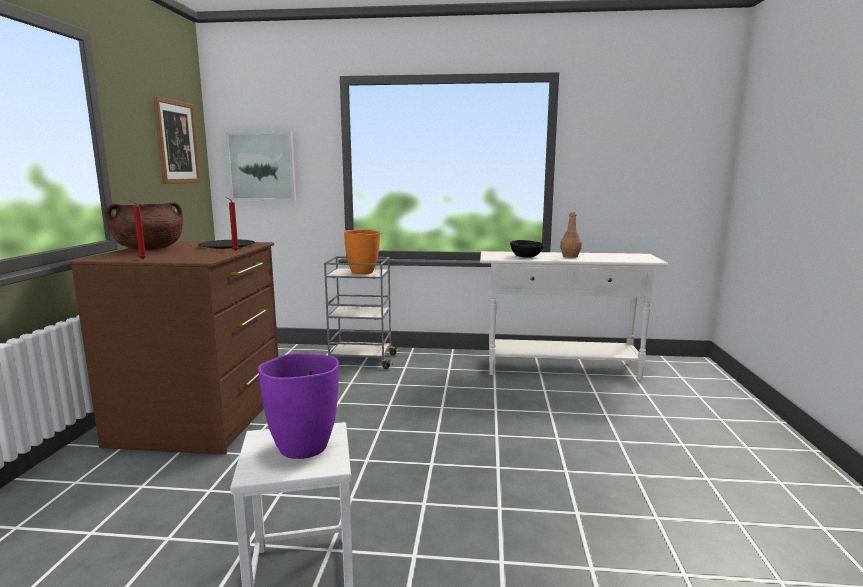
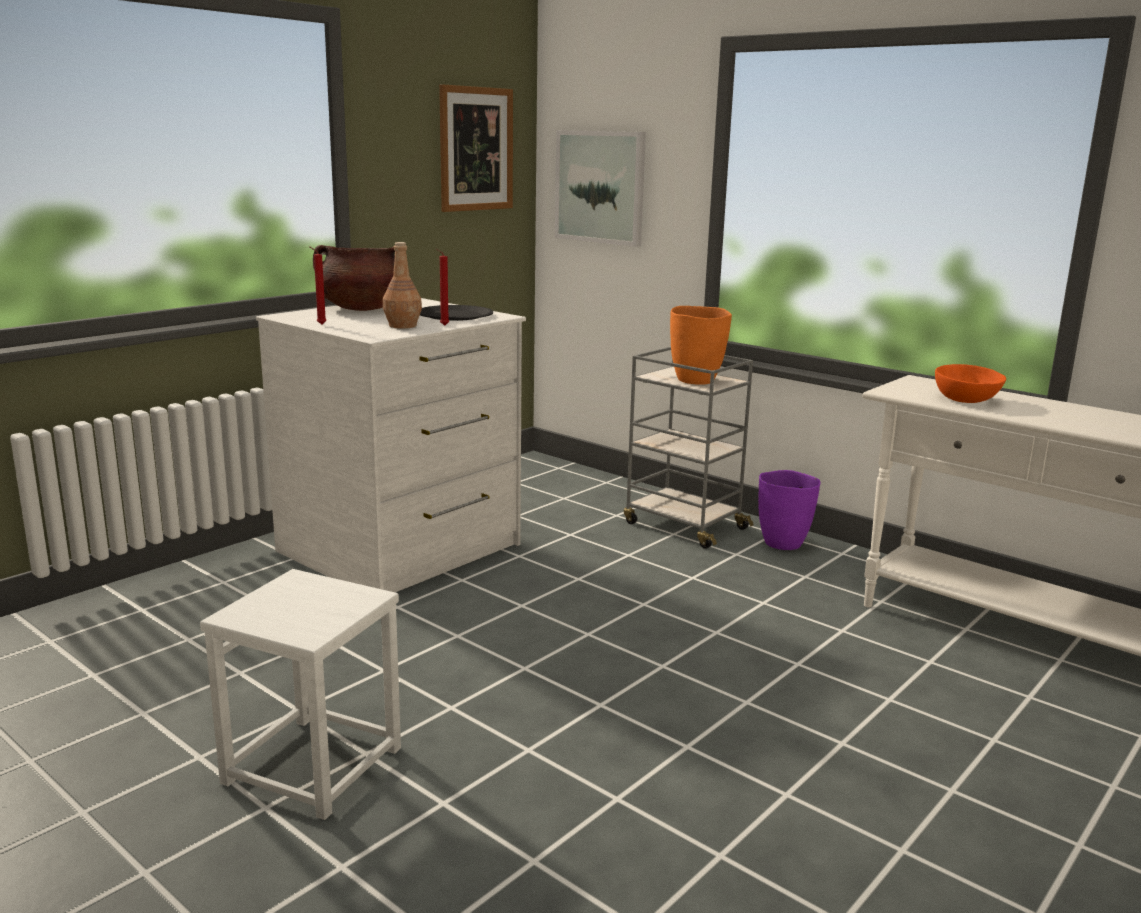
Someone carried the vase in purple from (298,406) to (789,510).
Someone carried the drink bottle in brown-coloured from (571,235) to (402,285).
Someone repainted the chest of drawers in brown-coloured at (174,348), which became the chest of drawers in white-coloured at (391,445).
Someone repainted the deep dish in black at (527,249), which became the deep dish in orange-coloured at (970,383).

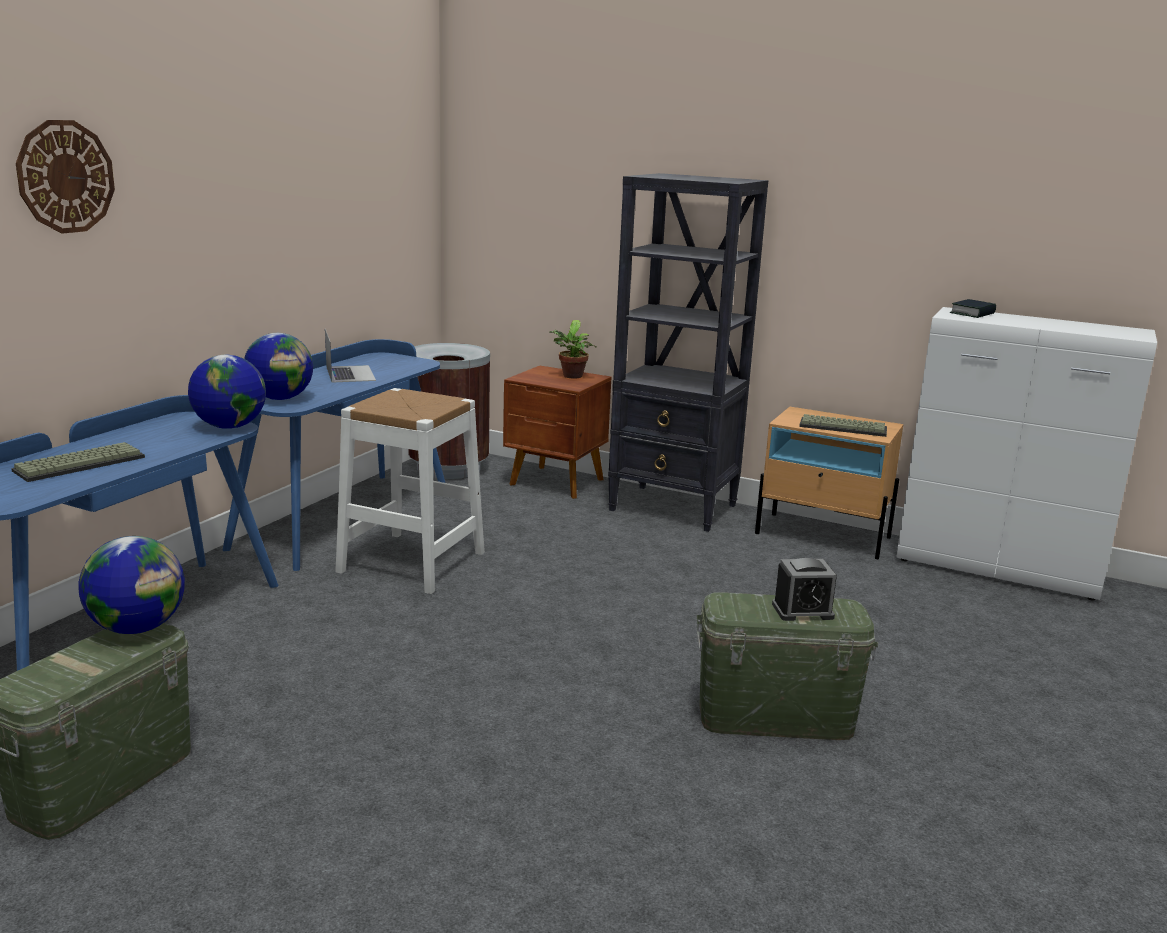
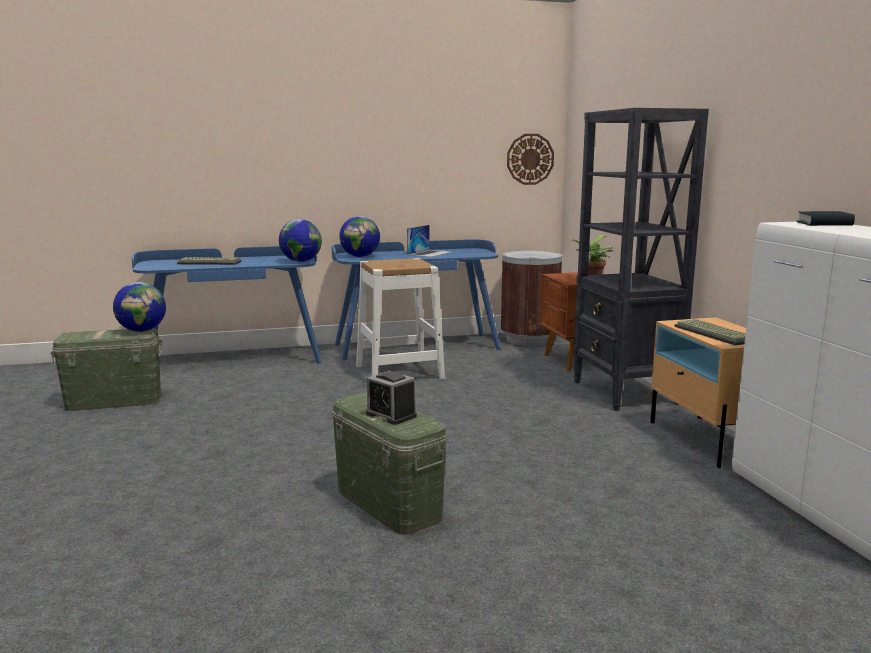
Someone carried the wall clock from (65,177) to (530,159).

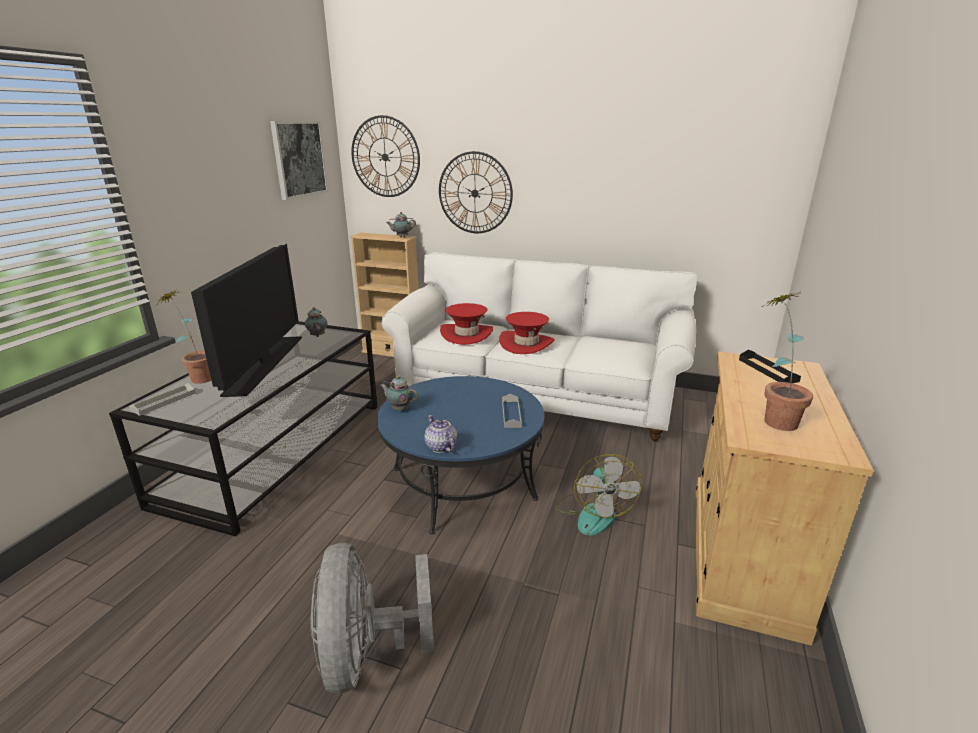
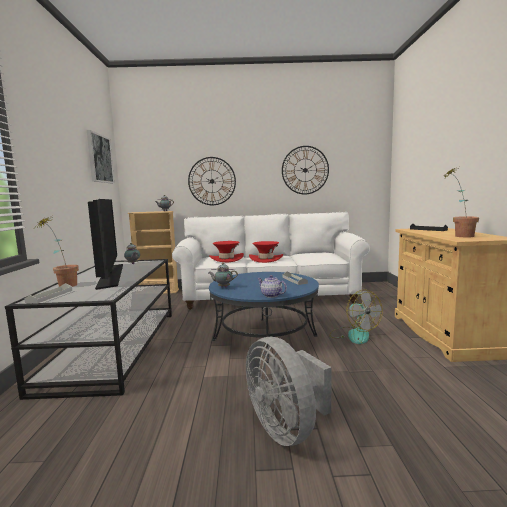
Someone carried the wall clock from (385,156) to (305,170).

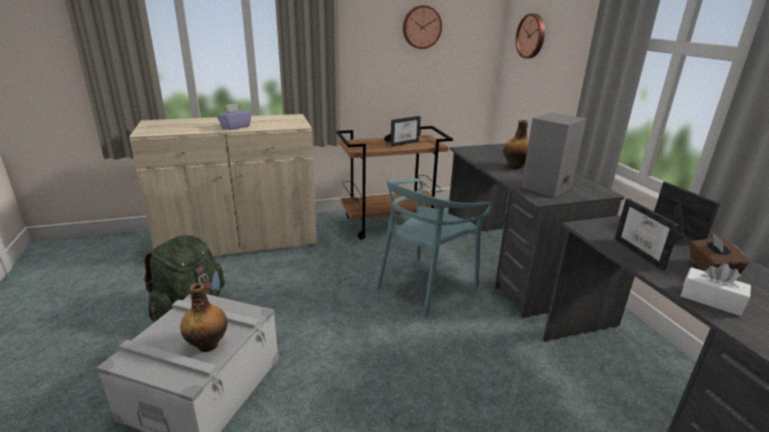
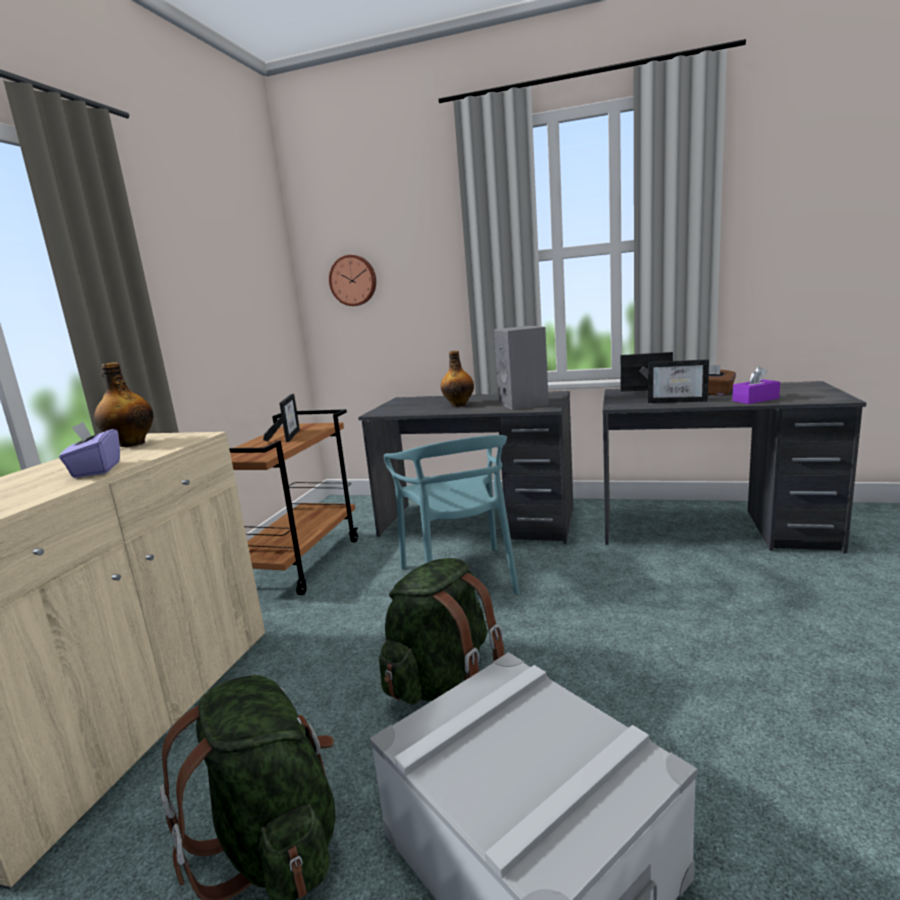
Someone took away the wall clock at (422,27).
Someone put down the backpack in green at (441,631).
Someone carried the drink bottle from (203,317) to (123,404).
Someone repainted the tissue box in white-coloured at (716,289), which became the tissue box in purple at (756,385).

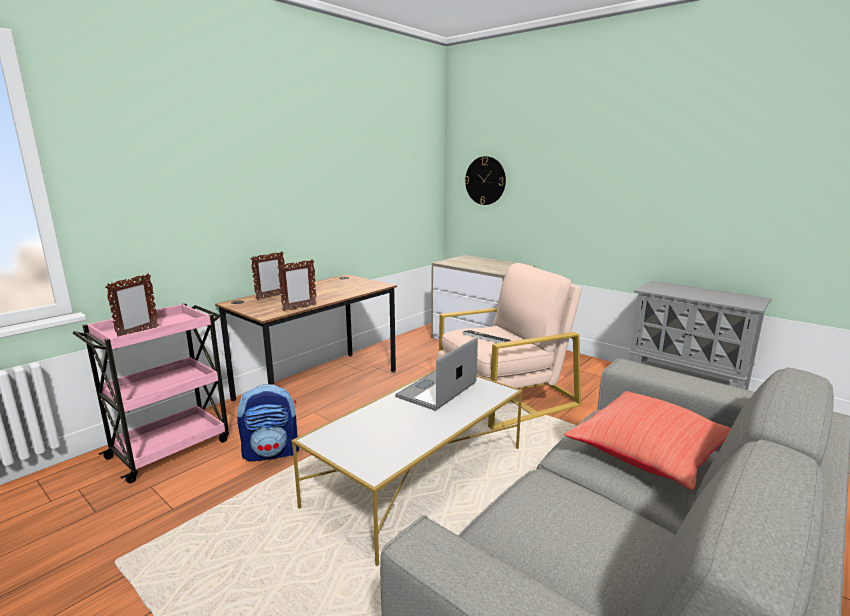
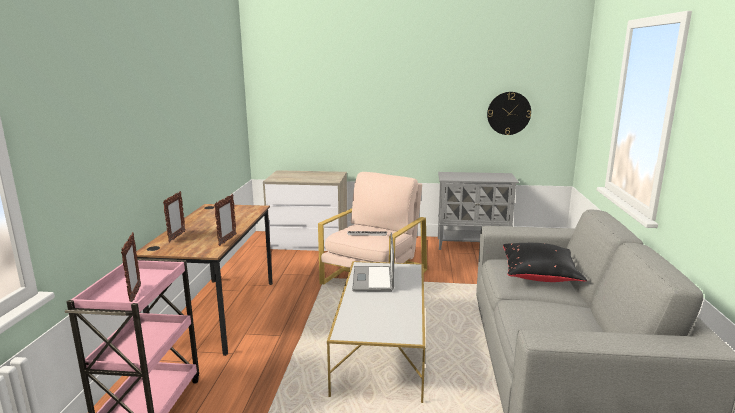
Someone took away the backpack at (268,423).
Someone carried the wall clock from (485,180) to (509,113).
Someone repainted the throw pillow in red at (647,440), which became the throw pillow in black at (545,262).

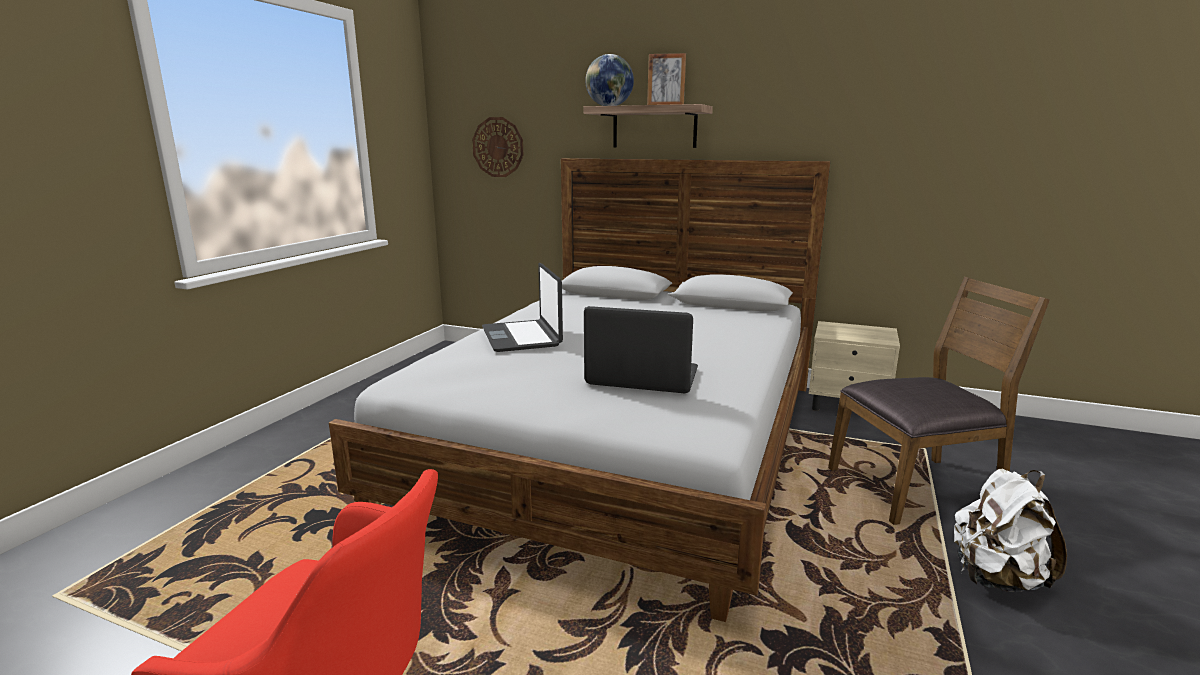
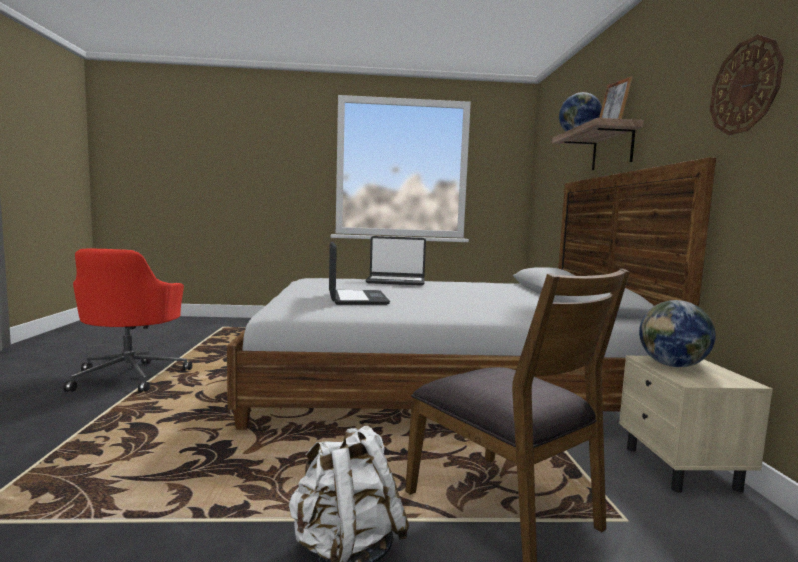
Someone put down the desk globe at (677,333).
Someone carried the wall clock from (498,147) to (747,85).
Someone rotated the notebook computer at (522,307) by 135 degrees counterclockwise.

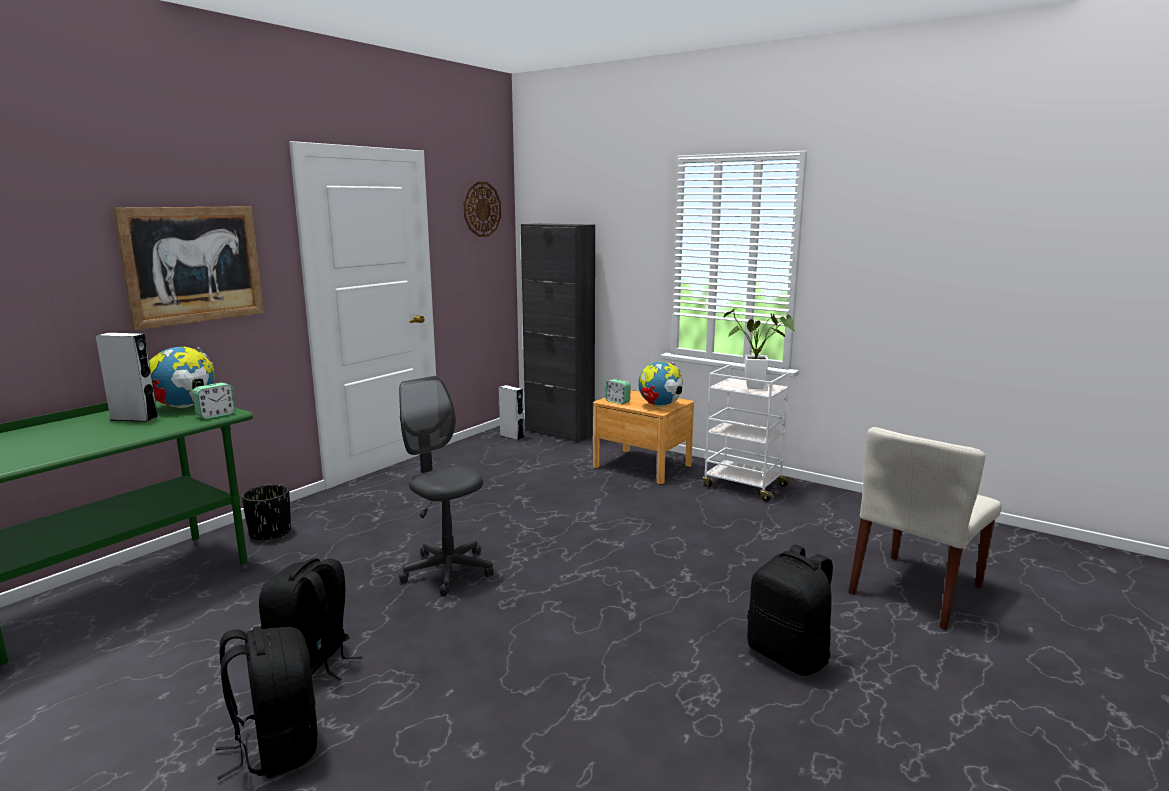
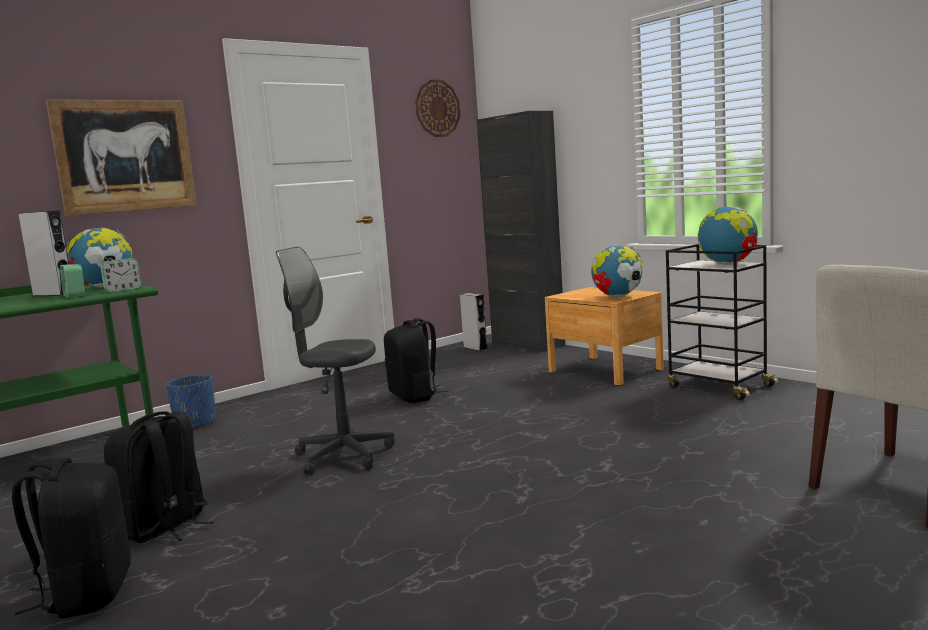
Someone carried the bedside clock from (618,391) to (72,281).
Someone carried the backpack in black from (790,610) to (416,360).
Someone swapped the potted plant at (759,348) for the desk globe at (727,236).
Someone repainted the plant pot in black at (266,512), which became the plant pot in bluish at (191,400).
Someone repainted the wheeled cart in white-coloured at (747,433), which became the wheeled cart in black at (722,322).
Someone rotated the office chair in greyish at (446,486) by 45 degrees counterclockwise.

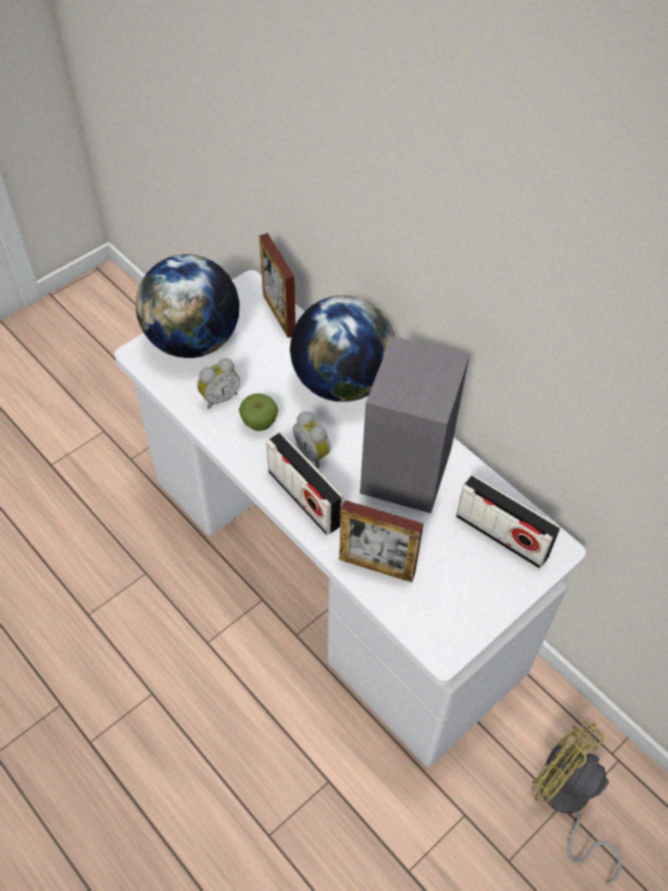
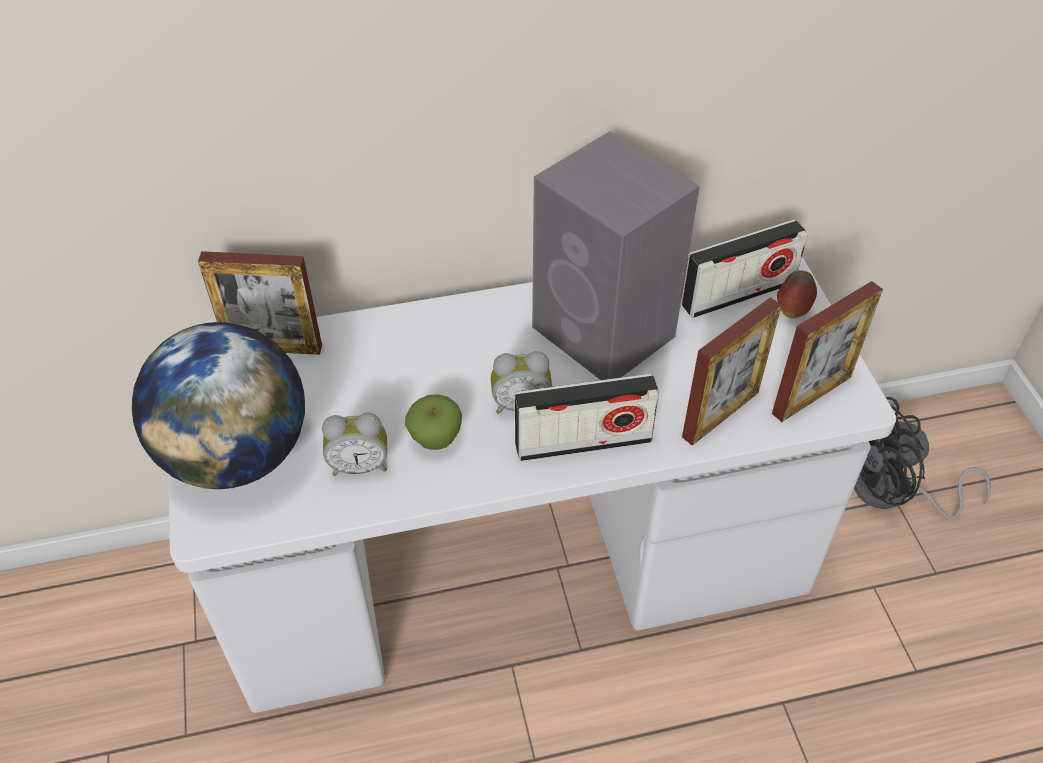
Someone took away the desk globe at (342,348).
Someone put down the picture frame at (827,351).
Someone put down the apple fruit at (797,294).
Someone repainted the cooling fan in yellow-coloured at (577,801), which became the cooling fan in black at (922,458).
Someone rotated the bedside clock at (218,383) by 90 degrees clockwise.

